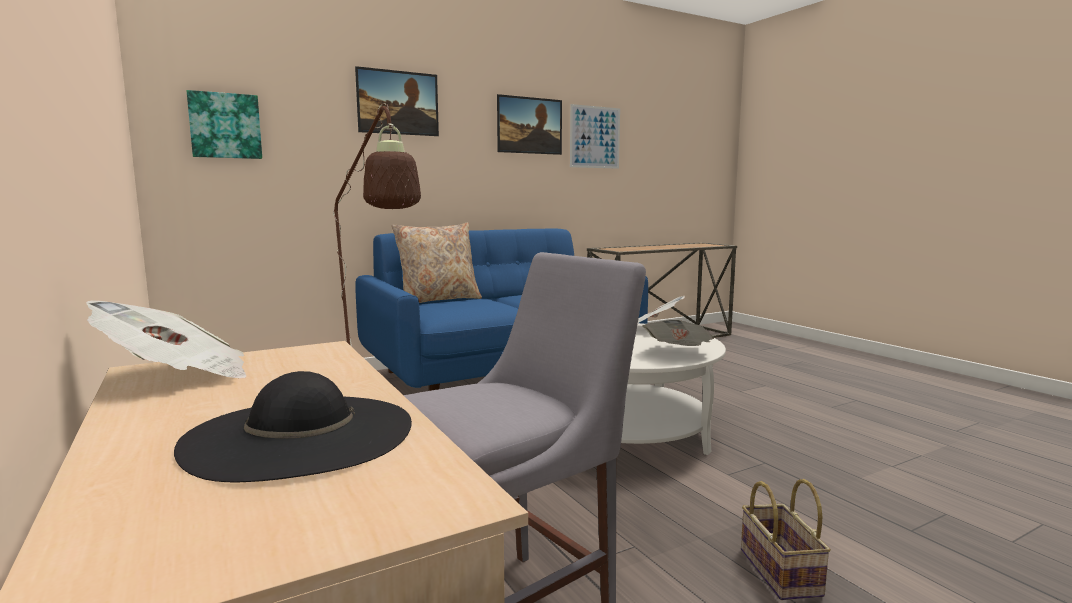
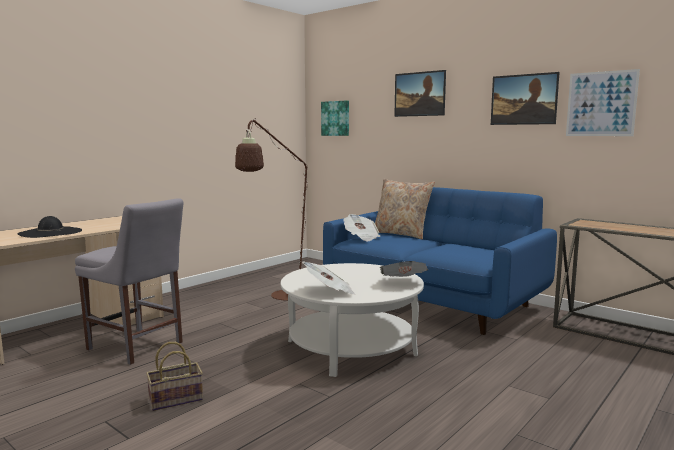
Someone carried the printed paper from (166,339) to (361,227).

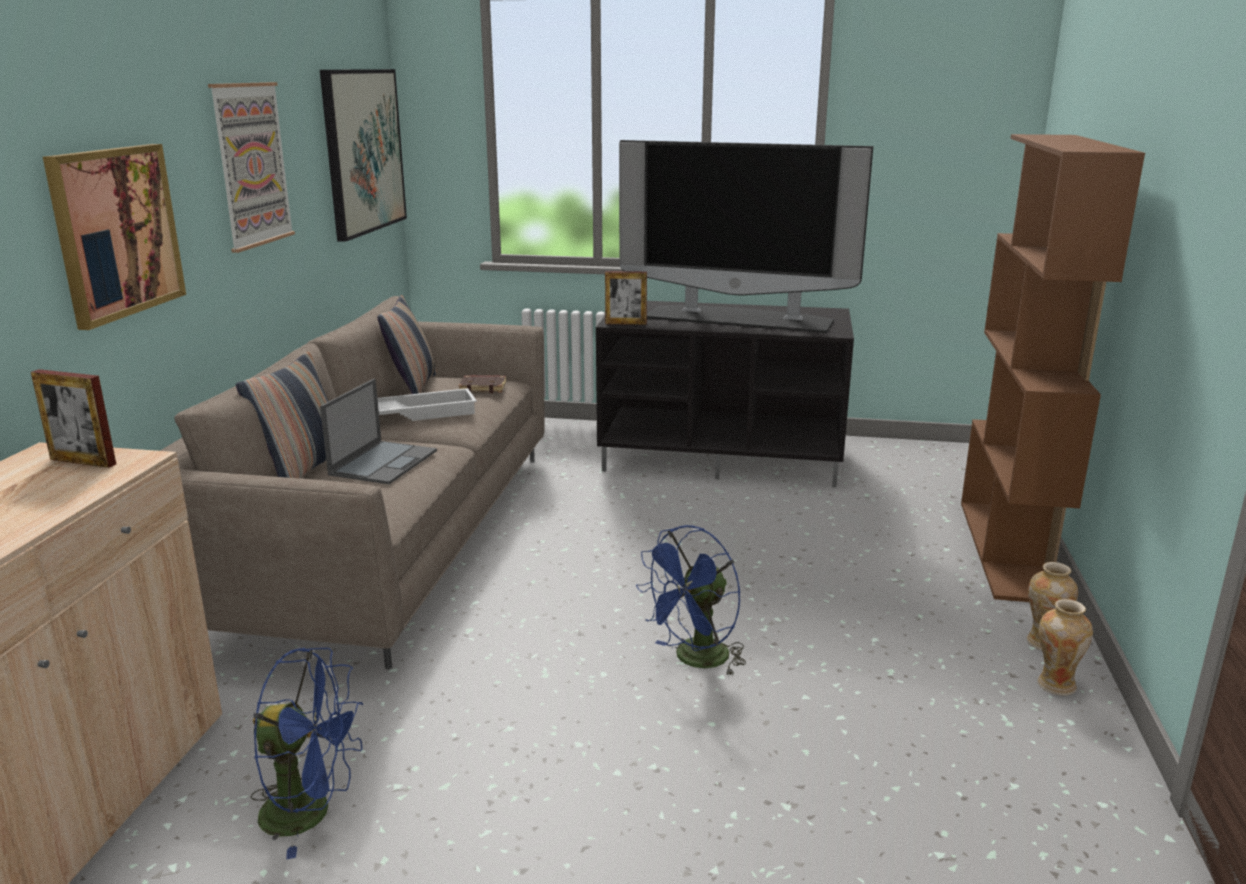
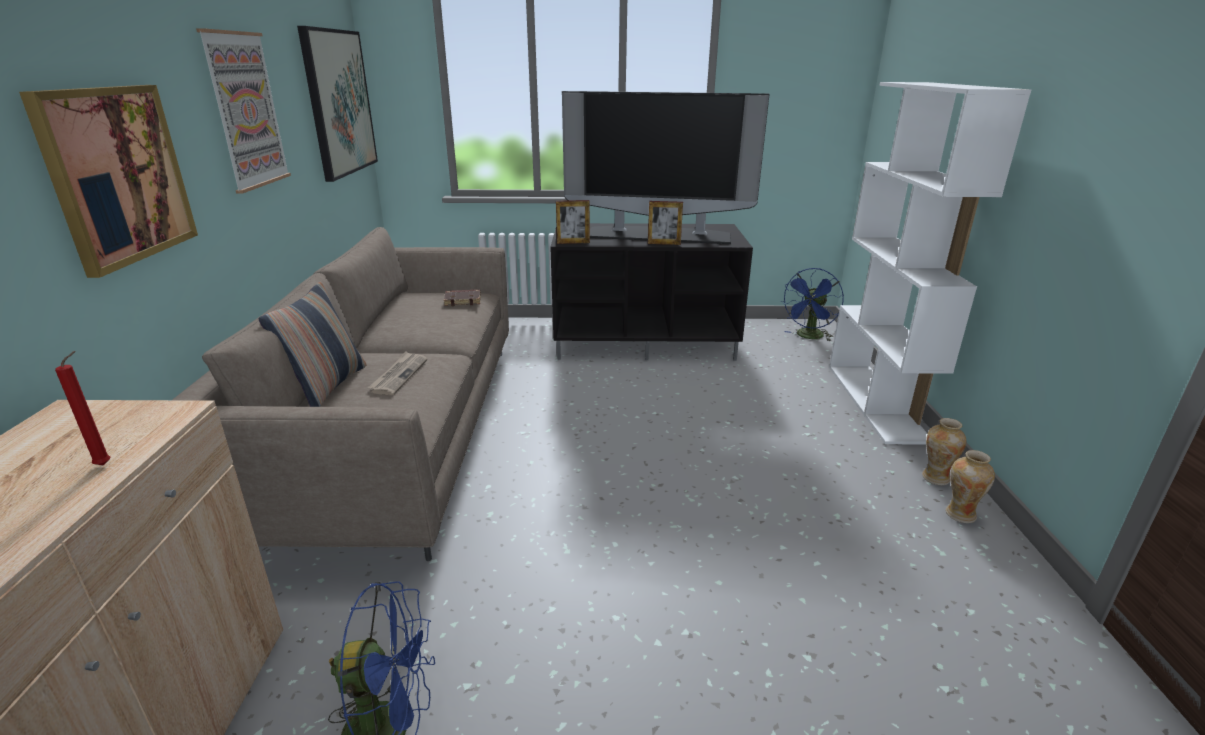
Someone took away the throw pillow at (407,344).
Someone took away the carrying tray in white-coloured at (427,404).
Someone put down the wax light in red at (82,408).
Someone carried the picture frame from (73,418) to (665,223).
Someone carried the cooling fan in bluish from (691,601) to (812,304).
Someone swapped the notebook computer at (378,431) for the printed paper at (397,373).
Someone repainted the bookshelf in brown-coloured at (1053,368), which became the bookshelf in white-coloured at (930,263).

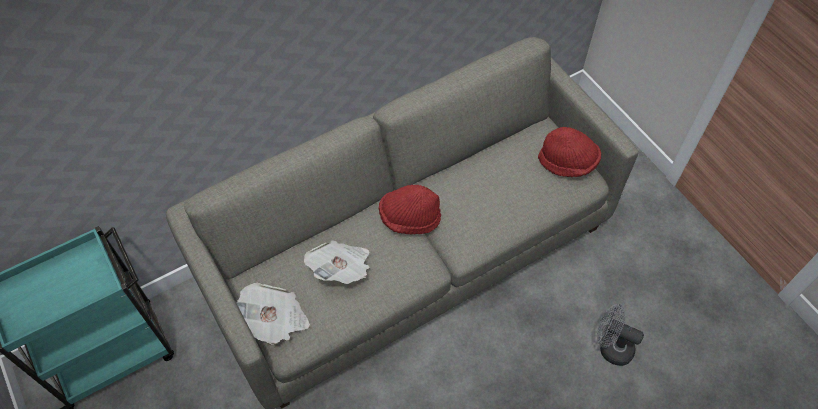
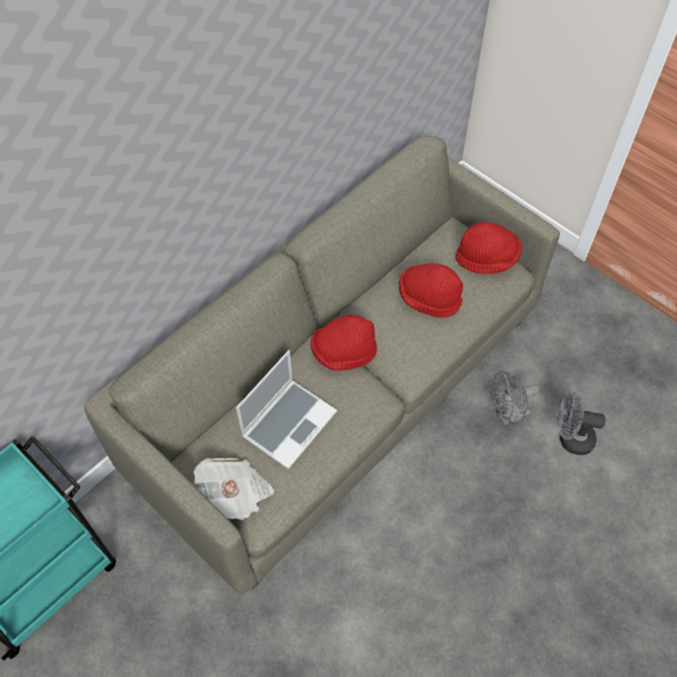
Someone put down the wearable hat in red at (431,290).
Someone put down the cooling fan in greyish at (515,398).
Someone swapped the printed paper at (337,262) for the notebook computer at (286,409).

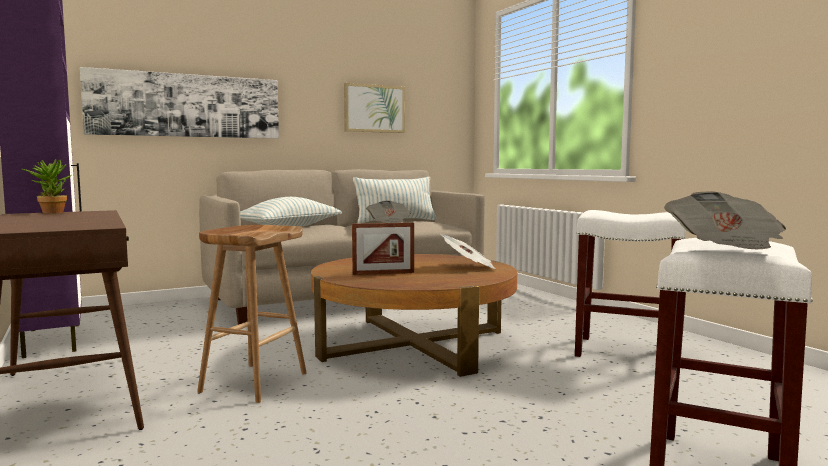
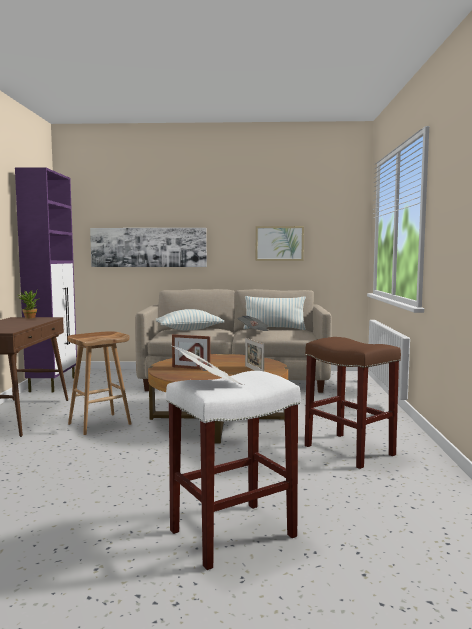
Someone swapped the printed paper at (468,251) for the picture frame at (254,354).
Someone repainted the stool seat in white-coloured at (630,283), which became the stool seat in brown-coloured at (353,403).

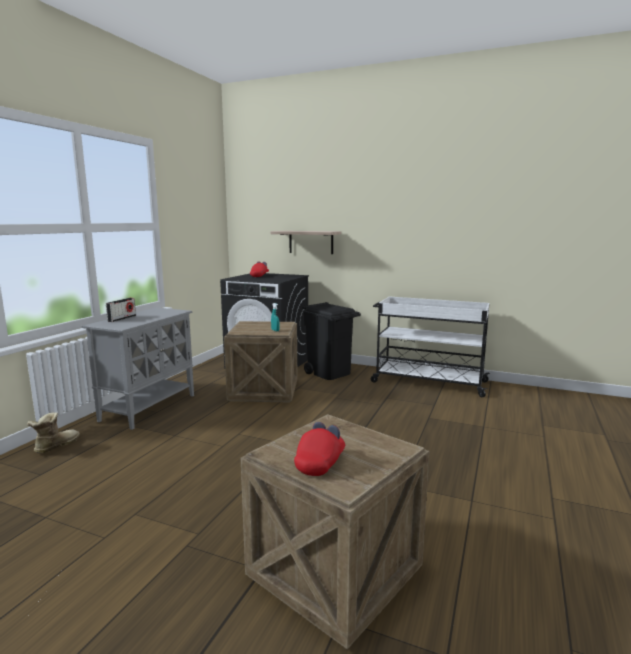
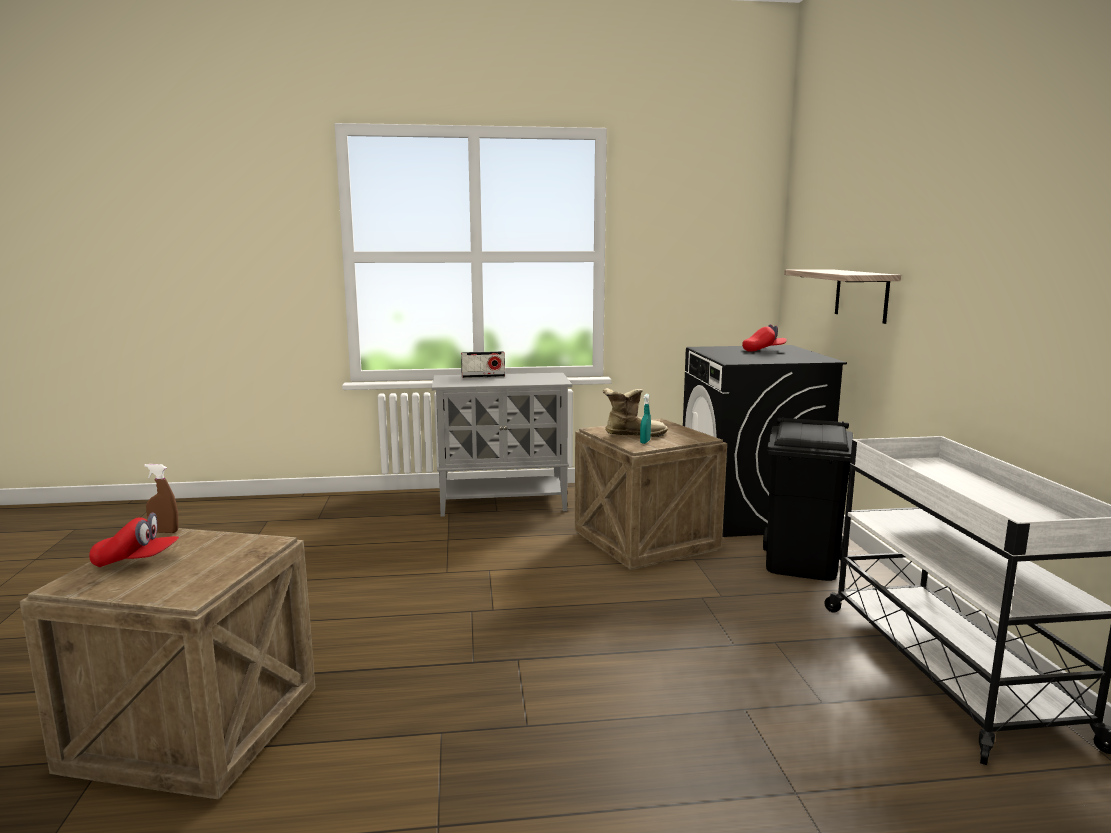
Someone put down the hand sprayer in brown-coloured at (161,498).
Someone carried the high-top boot from (53,432) to (635,412).

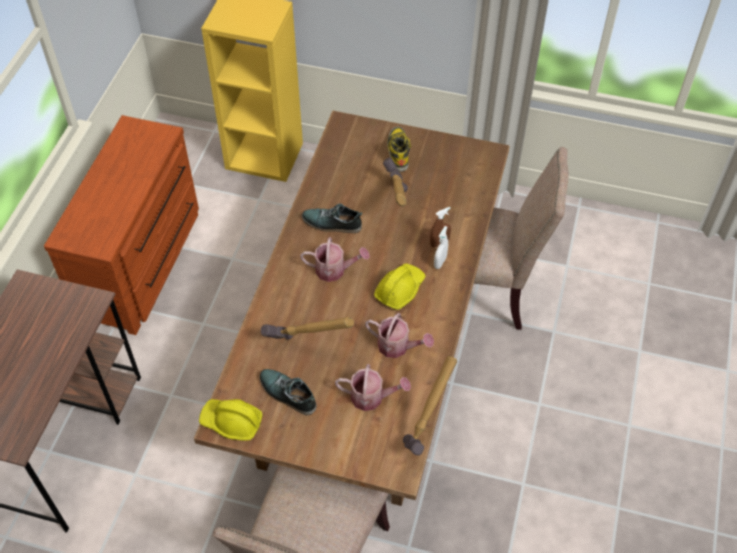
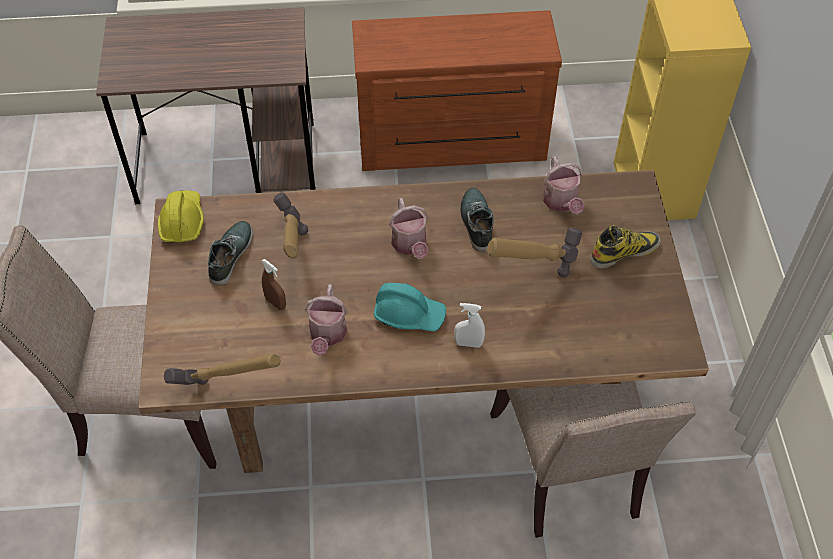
Someone carried the watering can from (373,387) to (564,185).
Someone carried the hand sprayer in brown-coloured from (440,227) to (274,284).
Someone repainted the work helmet in yellow-coloured at (400,287), which became the work helmet in blue-green at (410,307).

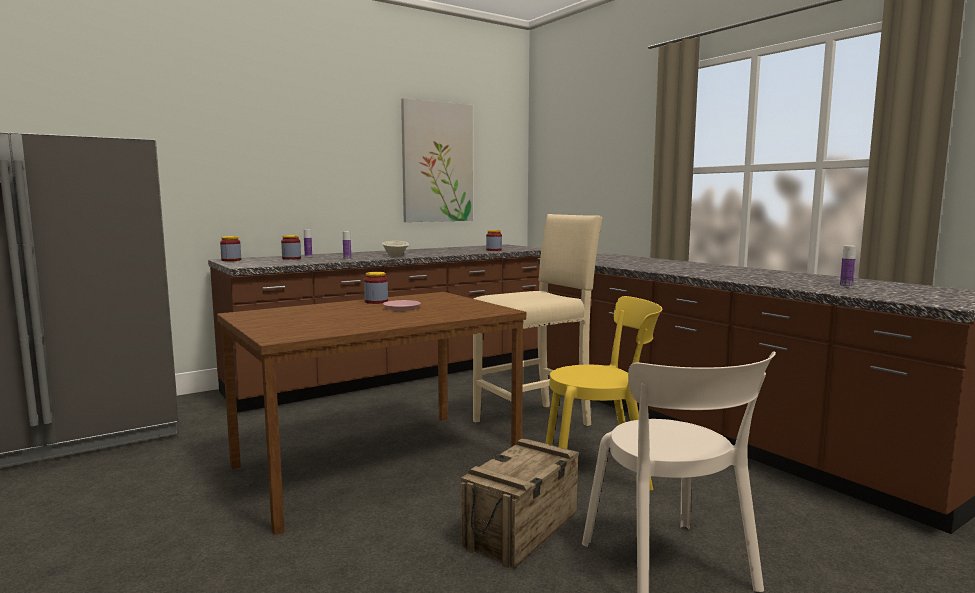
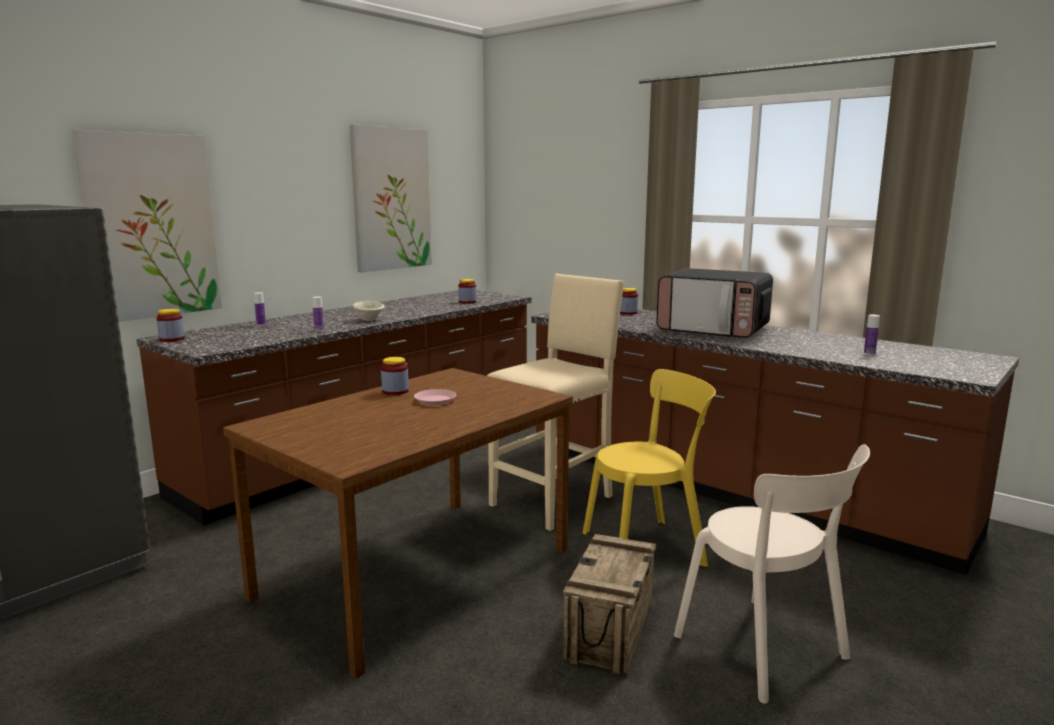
Someone put up the picture at (147,226).
Someone put down the kitchen microwave at (714,303).
Someone carried the storage jar from (291,247) to (629,301).

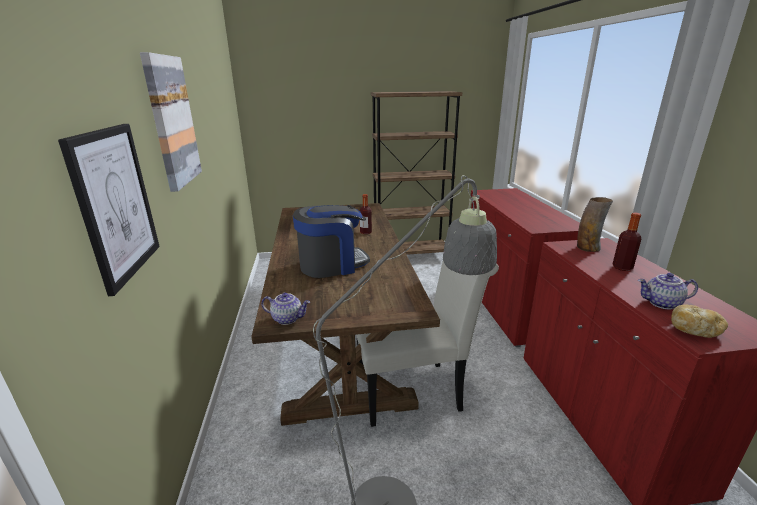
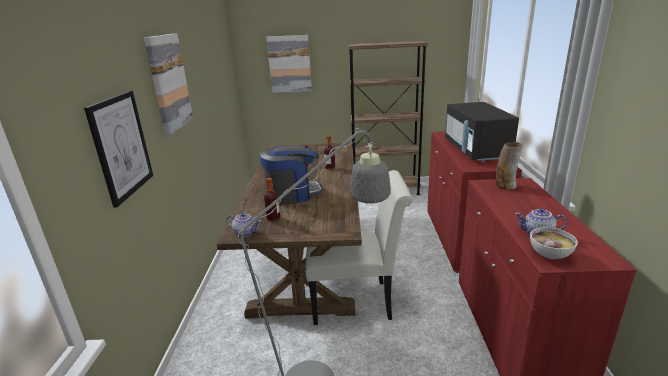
Someone put up the picture at (289,64).
Someone put down the kitchen microwave in black at (482,132).
Someone carried the drink bottle from (627,242) to (272,199).
Someone swapped the baked bread at (699,321) for the deep dish at (554,243).

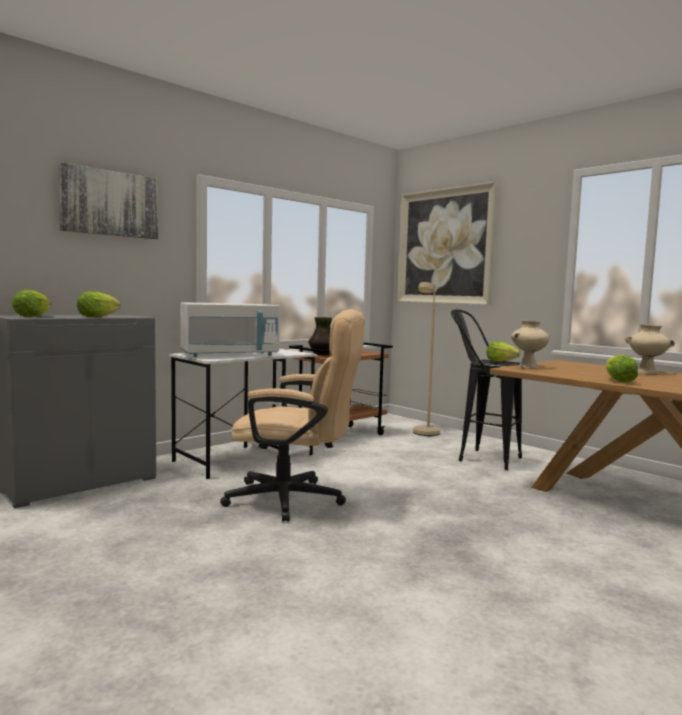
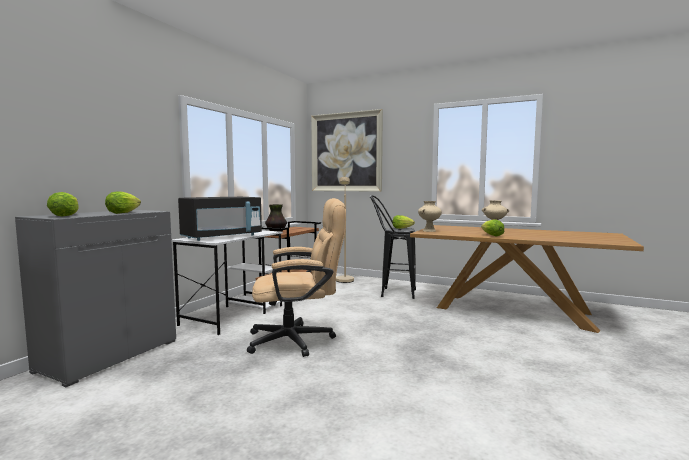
Someone took away the picture at (108,200).
Someone repainted the kitchen microwave in white-coloured at (230,329), which became the kitchen microwave in black at (220,219).

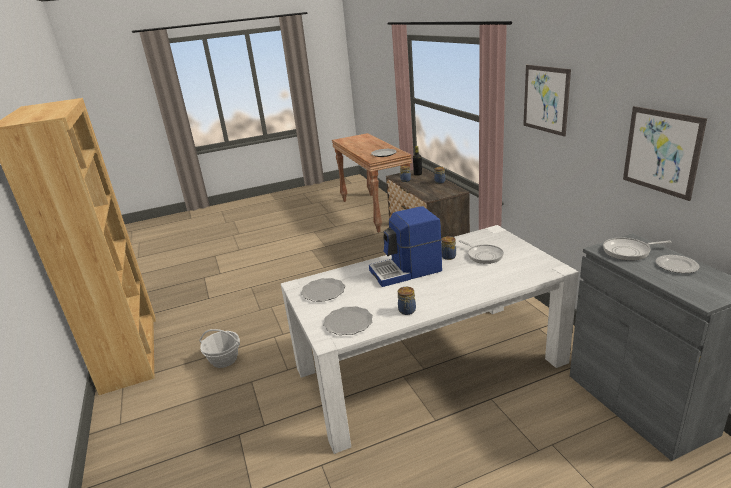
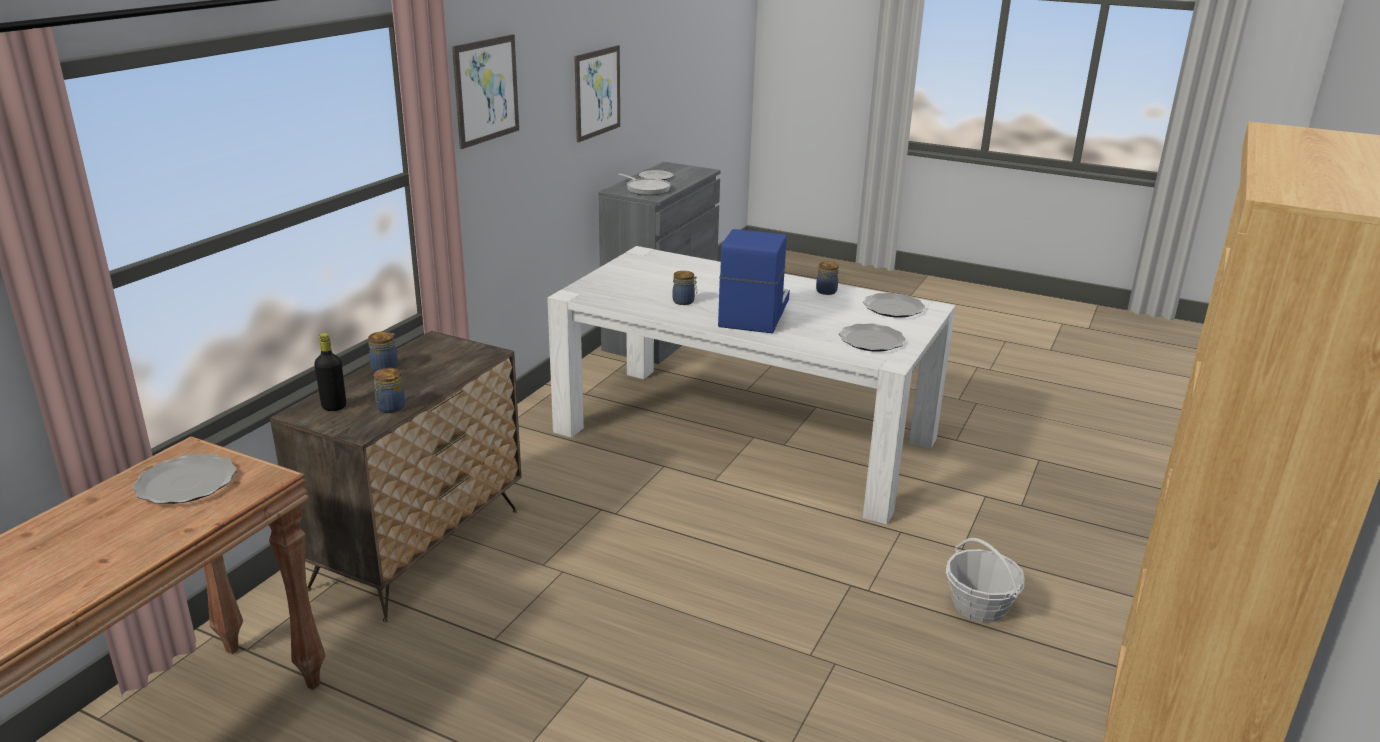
Someone took away the skillet at (481,252).
Someone rotated the coffee machine at (405,246) by 105 degrees counterclockwise.

